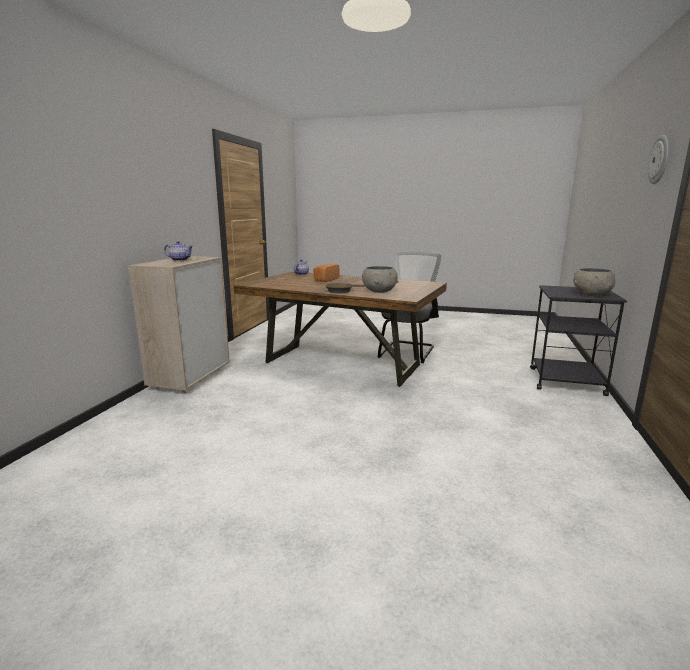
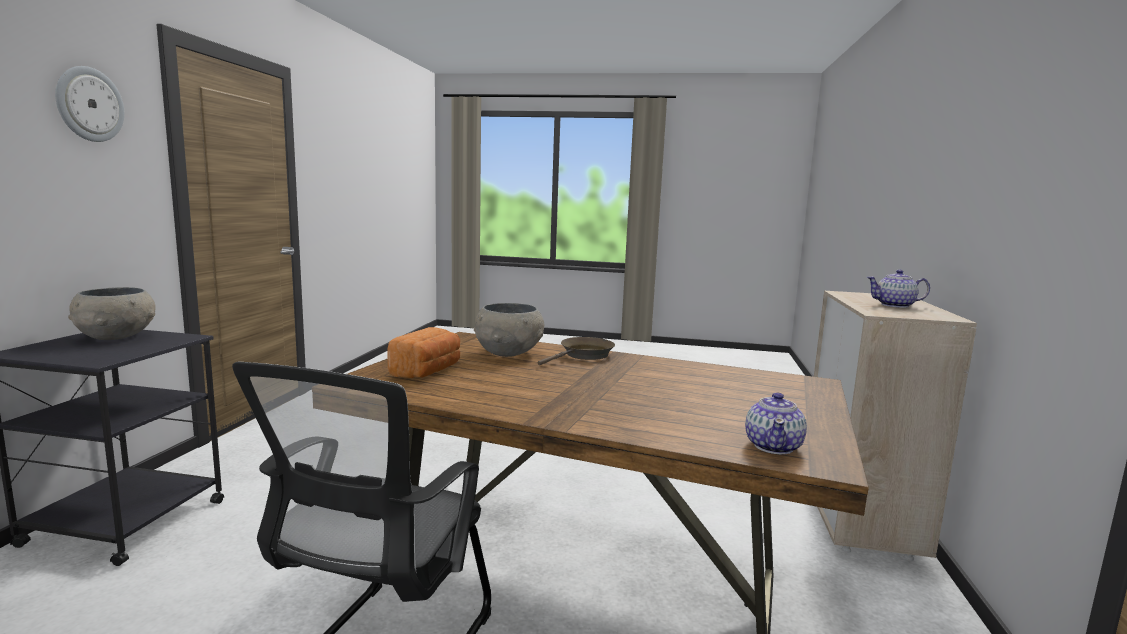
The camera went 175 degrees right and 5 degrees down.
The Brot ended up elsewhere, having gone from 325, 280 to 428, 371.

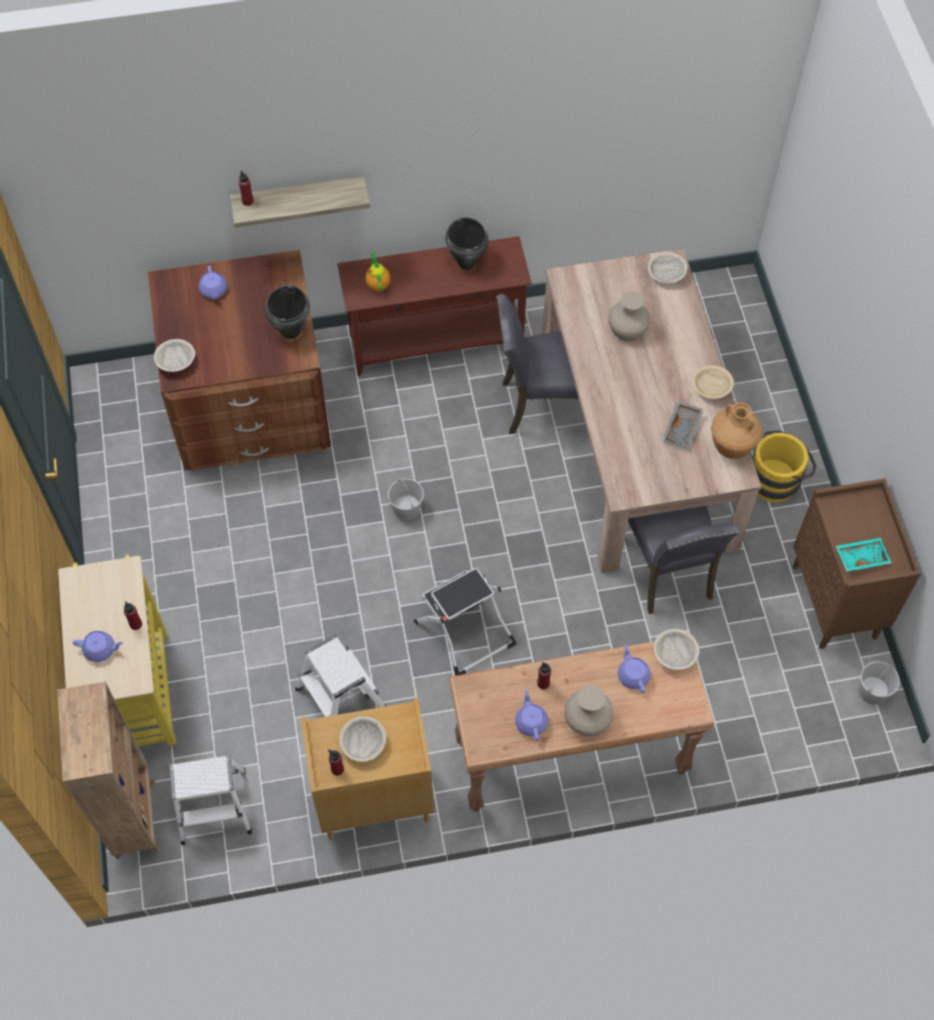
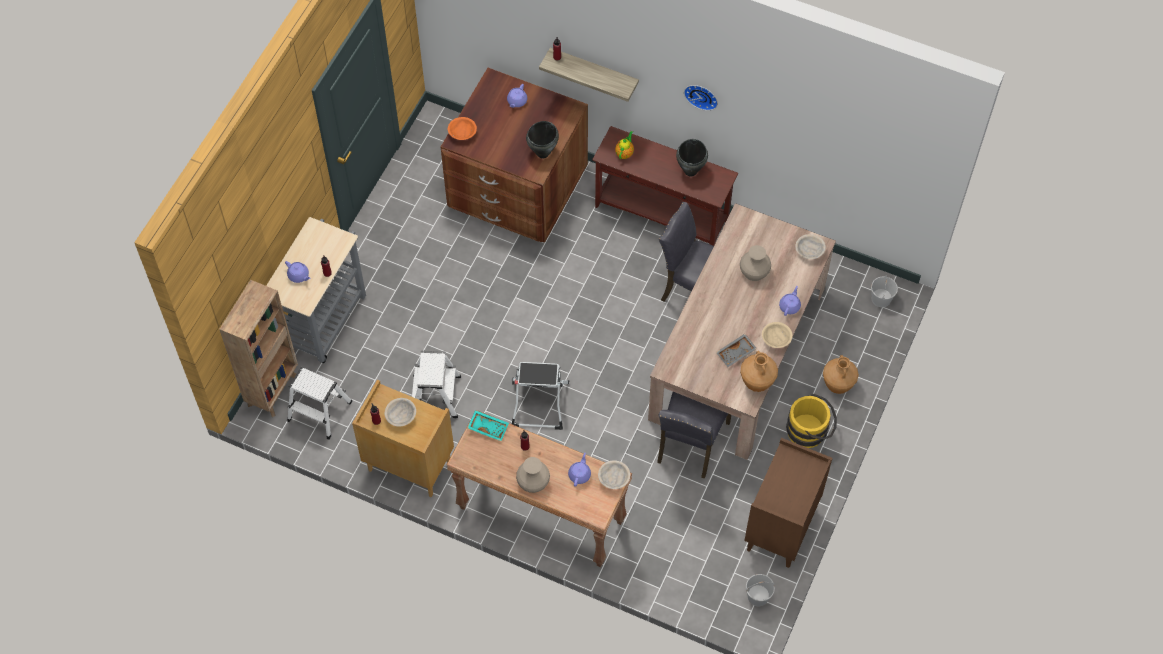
The camera went 35 degrees right and 0 degrees up.
What was the Schüssel/beige at 176, 362 turned into the Schüssel/orange at 462, 133.
The Eimer/weiß ended up elsewhere, having gone from 407, 509 to 881, 299.
The Tablett/türkis ended up elsewhere, having gone from 861, 557 to 488, 427.
What was the Rollwagen/gelb at 135, 692 turned into the Rollwagen/grau at 324, 320.
The Teekanne/lila ended up elsewhere, having gone from 531, 722 to 789, 306.
The second view gained the Wanduhr at 702, 95.
The second view gained the Vase/braun at 837, 385.

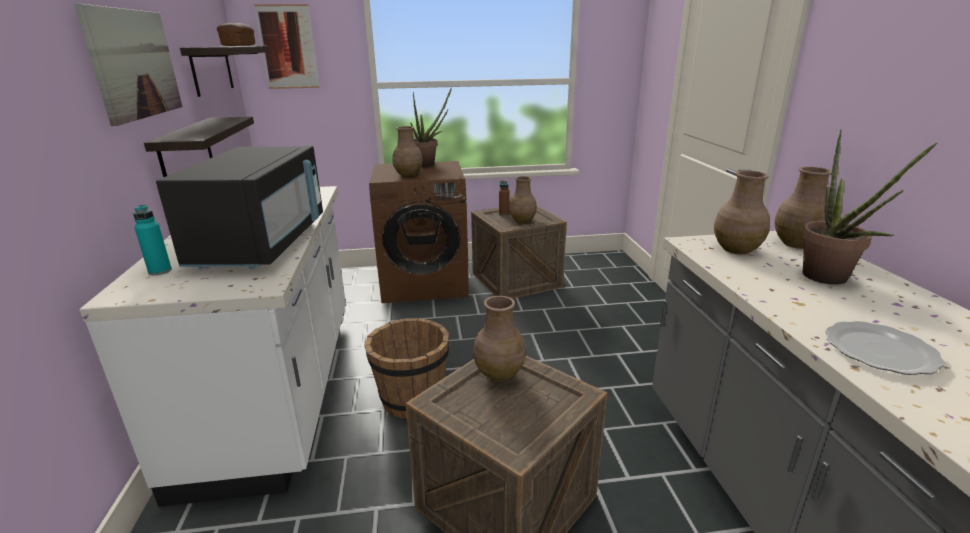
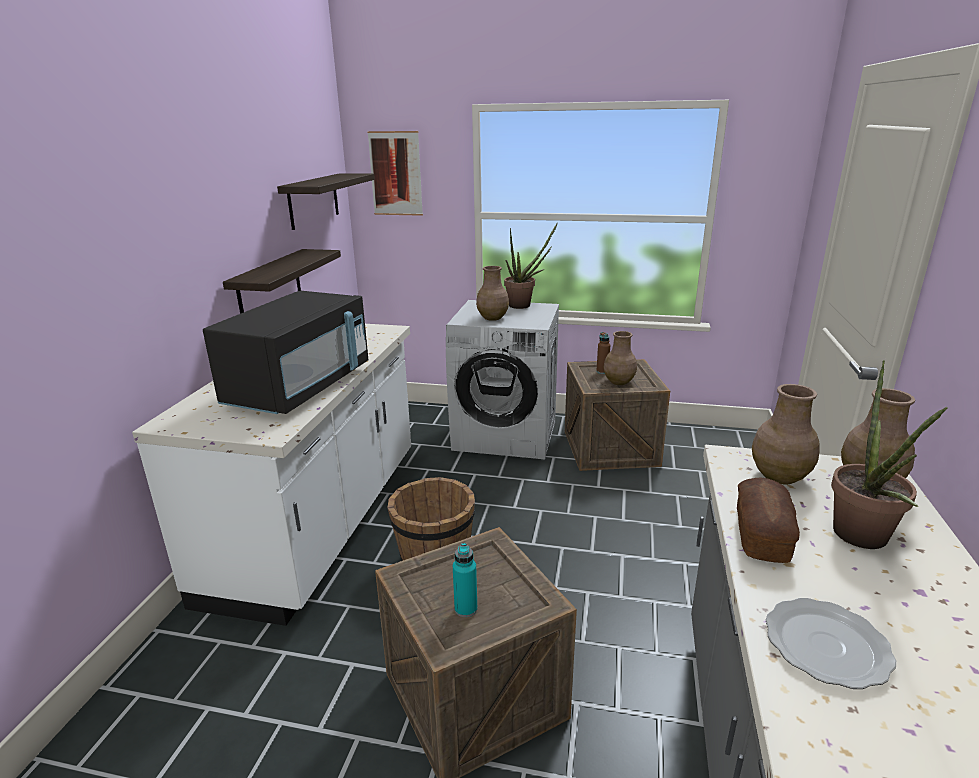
The camera went 20 degrees right and 0 degrees up.
The second view lost the Bild at 134, 64.
The Brot ended up elsewhere, having gone from 239, 46 to 761, 534.
What was the Waschmaschine/braun at 425, 286 turned into the Waschmaschine/weiß at 505, 438.
The Flasche/türkis ended up elsewhere, having gone from 160, 271 to 466, 609.
The second view lost the Vase/braun at 500, 373.

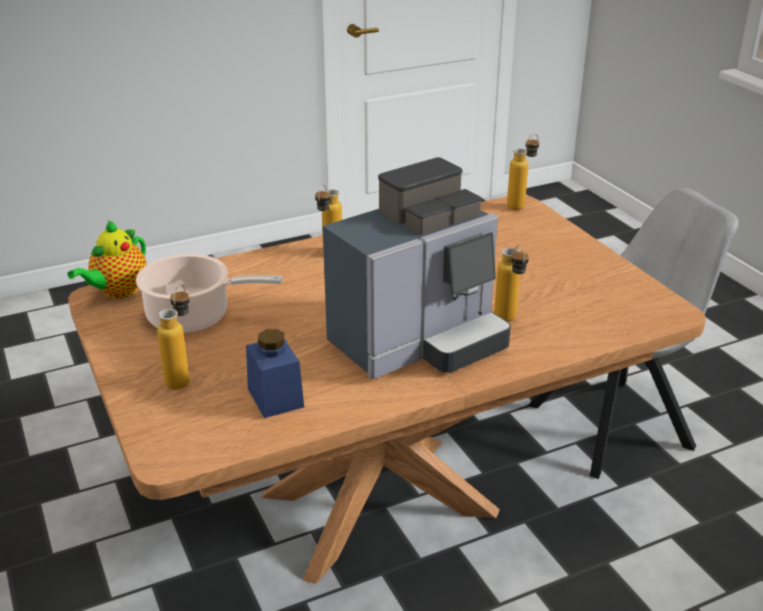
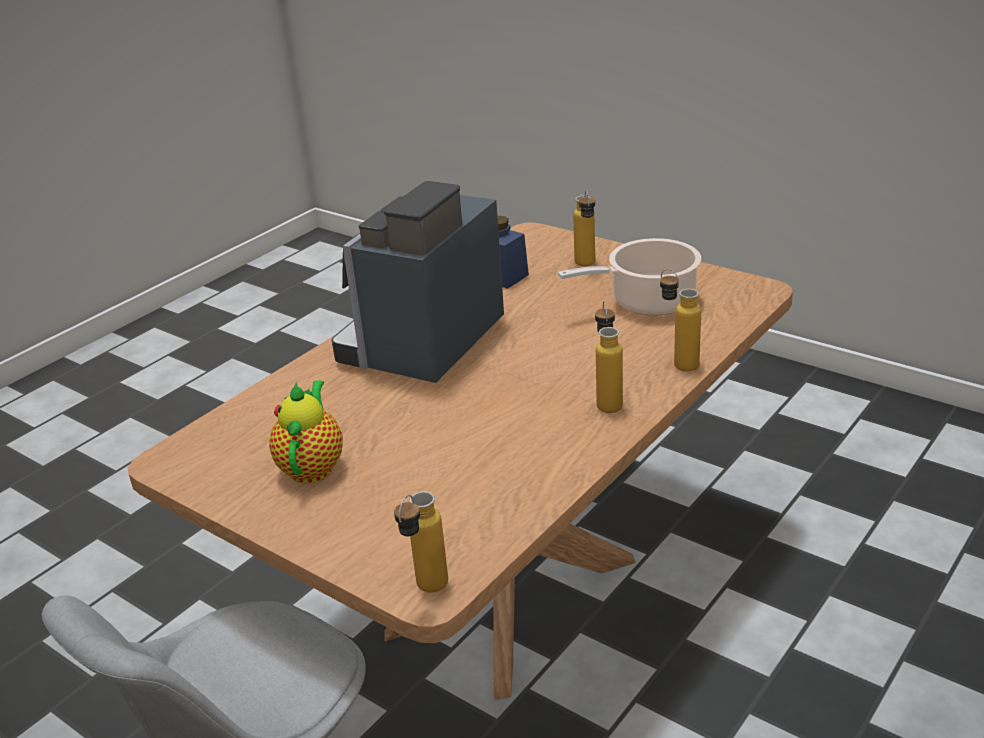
The camera went 155 degrees right and 0 degrees up.
The Teekanne ended up elsewhere, having gone from 118, 292 to 313, 466.
The Flasche ended up elsewhere, having gone from 509, 321 to 677, 362.

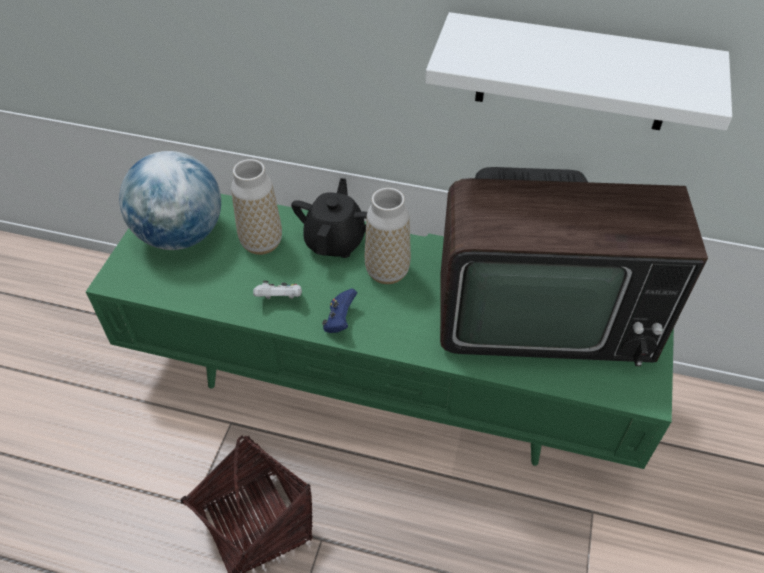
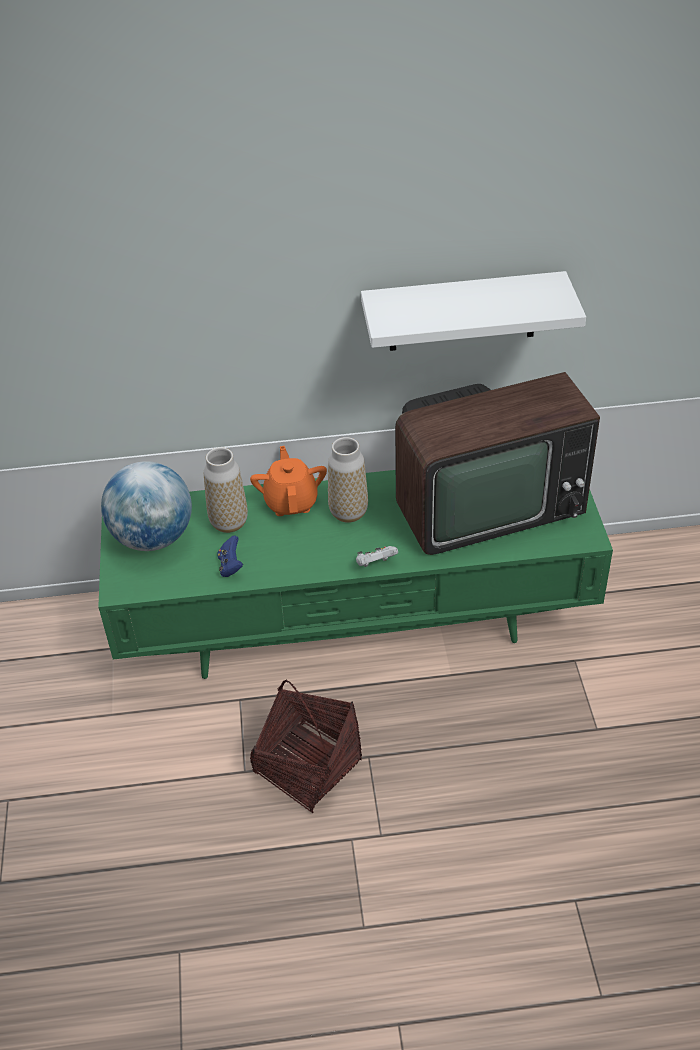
The camera went 20 degrees left and 5 degrees down.
What was the Teekanne/schwarz at 335, 241 turned into the Teekanne/orange at 291, 502.
The Gamepad/weiß ended up elsewhere, having gone from 280, 299 to 375, 564.
The Gamepad/blau ended up elsewhere, having gone from 339, 321 to 230, 566.

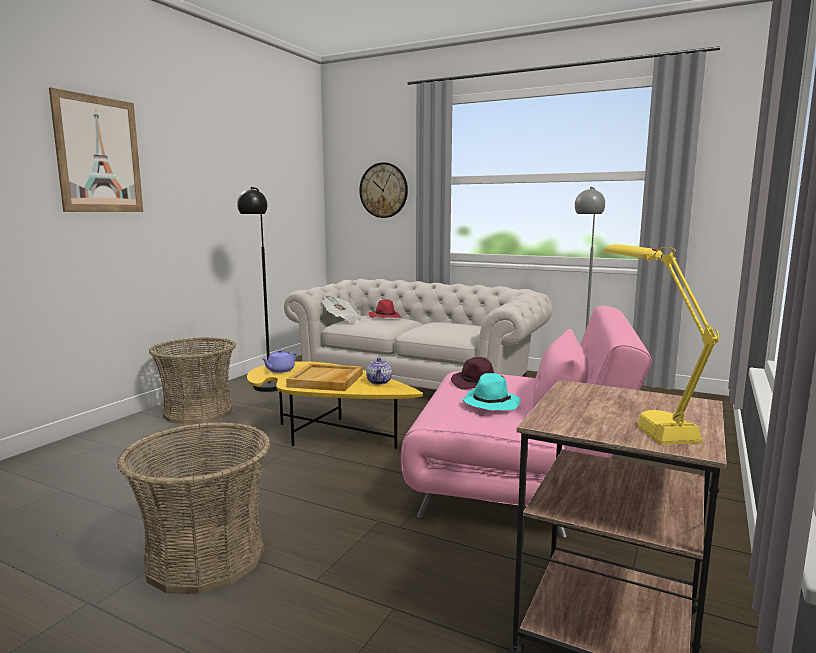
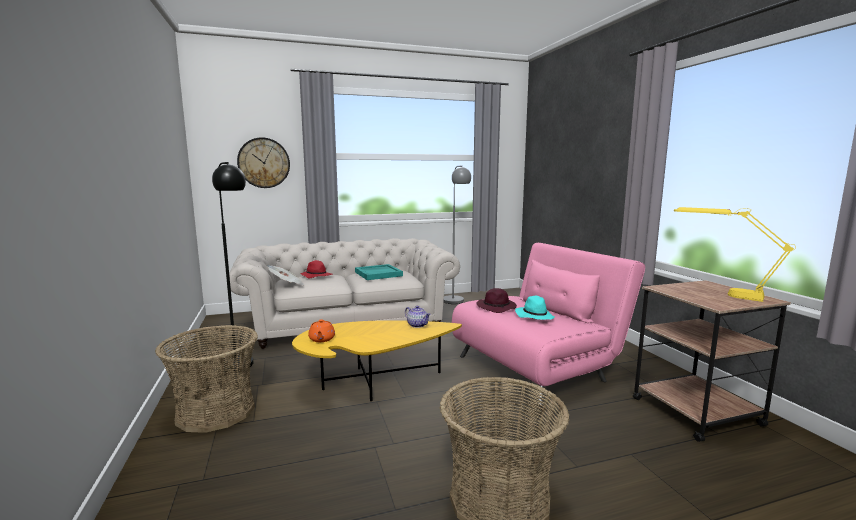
The camera went 45 degrees left and 0 degrees up.
The second view lost the Bild at 99, 155.
What was the Teekanne/lila at 280, 370 turned into the Teekanne/orange at 321, 339.
The second view lost the Tablett/beige at 326, 380.
The second view gained the Tablett/türkis at 378, 274.

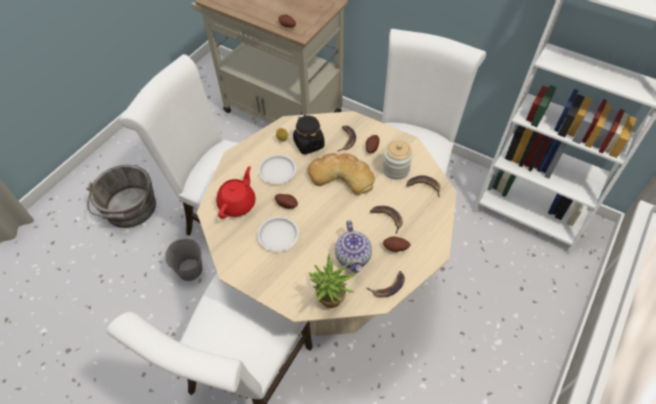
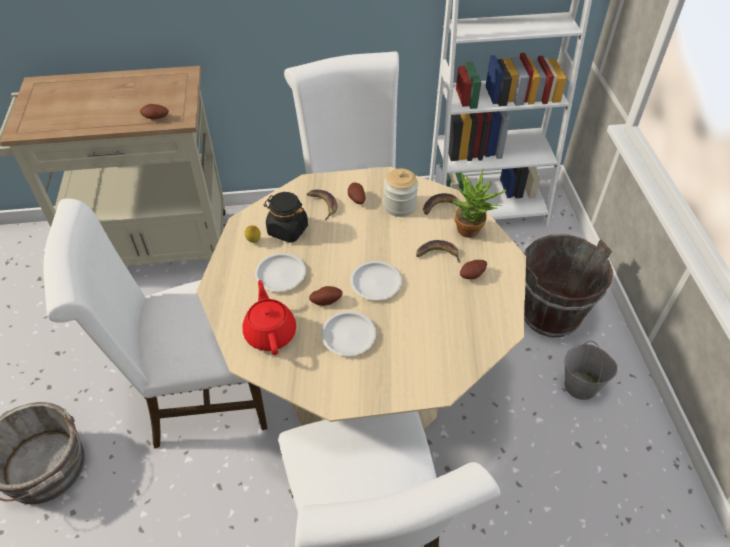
The camera went 40 degrees left and 5 degrees down.
The second view lost the Brot at 341, 176.
The second view lost the Teekanne at 353, 257.
The Eimer/grau ended up elsewhere, having gone from 190, 270 to 581, 386.
The Topfpflanze ended up elsewhere, having gone from 331, 303 to 472, 232.
The second view lost the Banane at 388, 286.
The second view gained the Eimer/braun at 550, 315.
The second view gained the Teller/weiß at 376, 283.

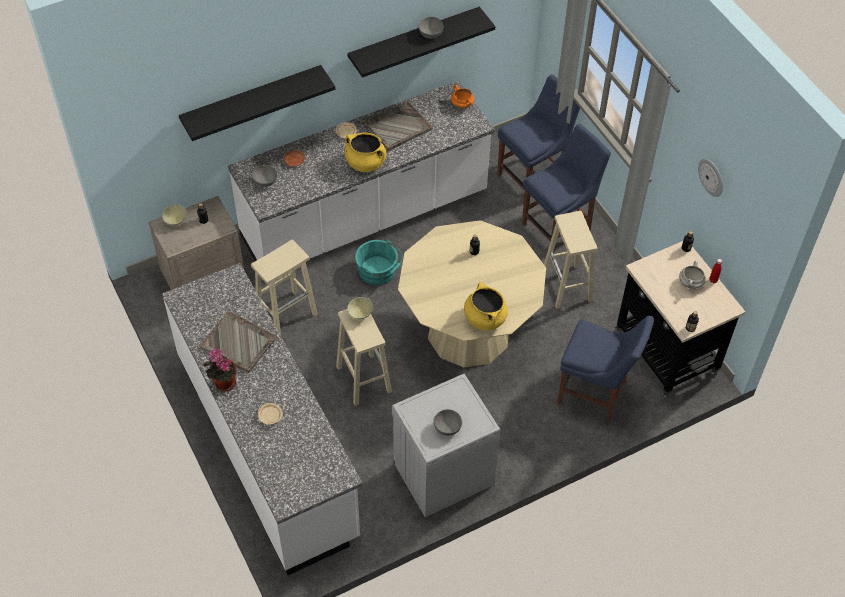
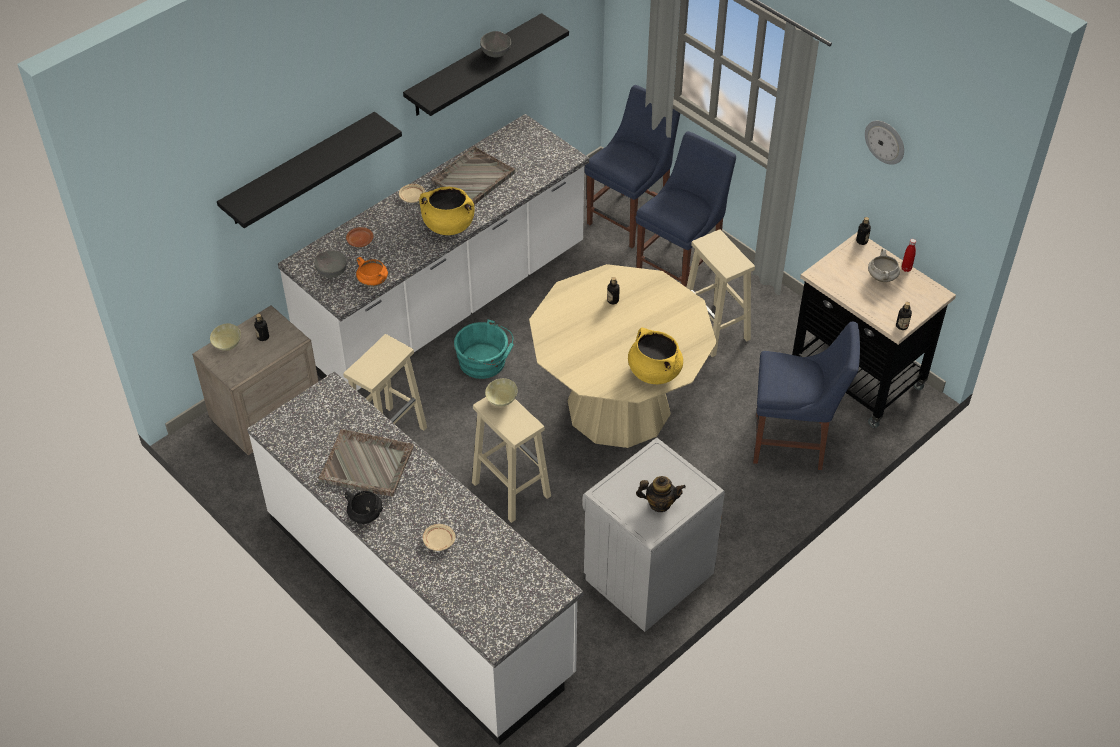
The camera went 15 degrees left and 5 degrees down.
The Kochtopf/orange ended up elsewhere, having gone from 462, 105 to 373, 281.
Where the Topfpflanze stood at 223, 383, the Kochtopf/schwarz came to stand at 365, 515.
Where the Schüssel/grau stood at 446, 427, the Teekanne came to stand at 659, 503.

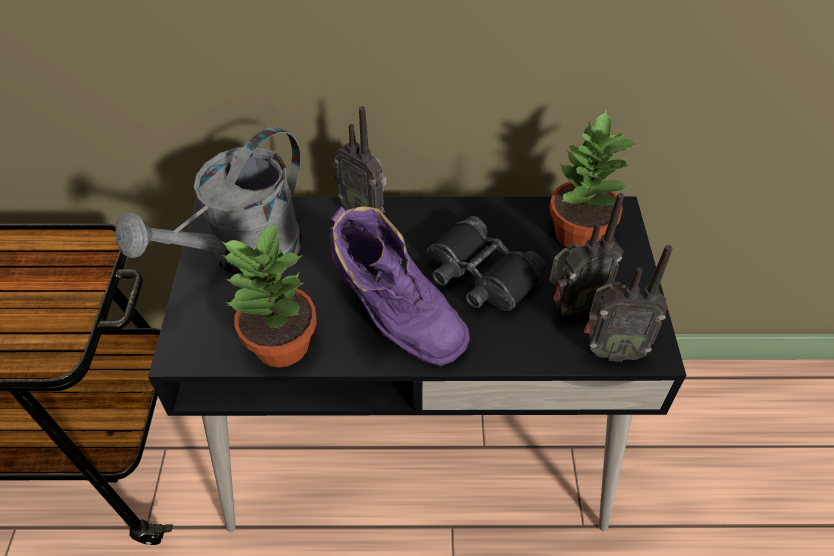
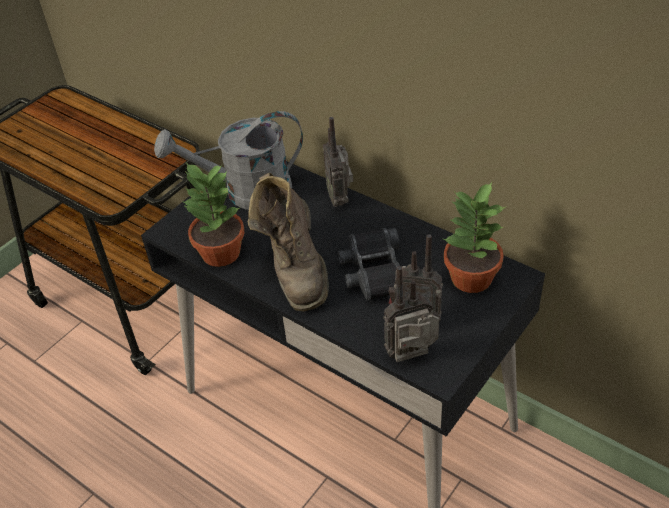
The camera went 40 degrees right and 5 degrees down.
What was the Stiefel/lila at 394, 319 turned into the Stiefel/braun at 296, 270.
The Radio at 610, 349 ended up facing another way, 120 degrees clockwise from before.

